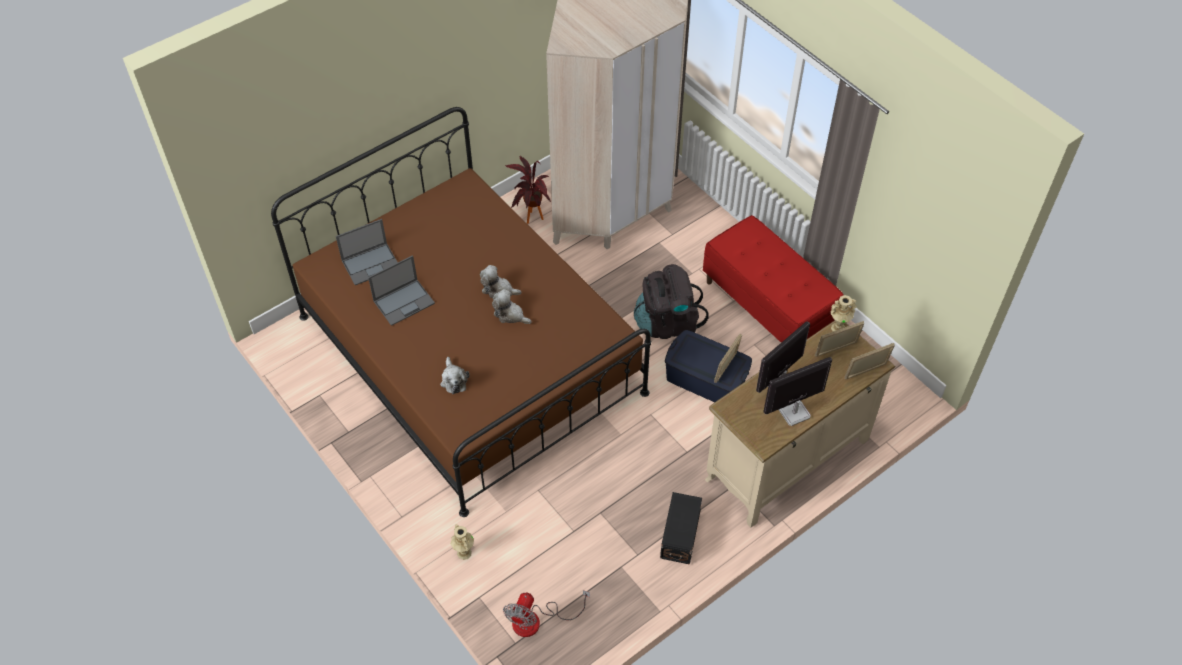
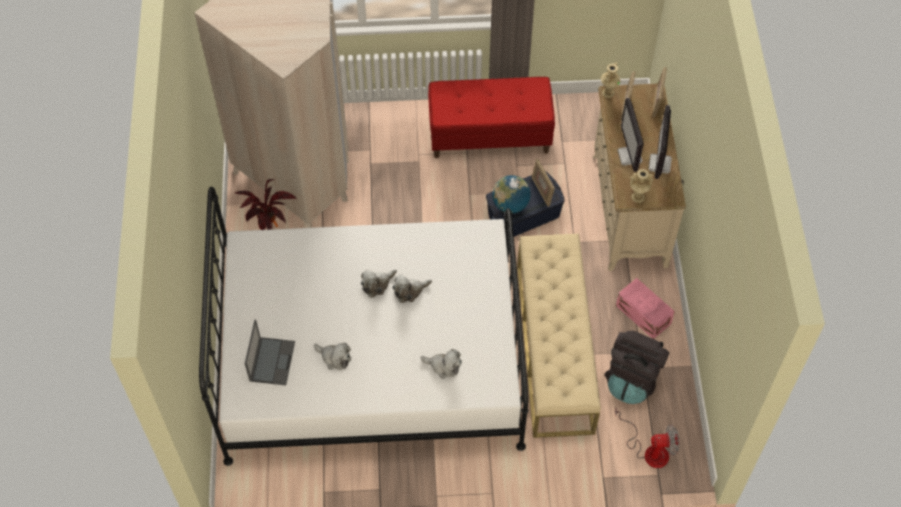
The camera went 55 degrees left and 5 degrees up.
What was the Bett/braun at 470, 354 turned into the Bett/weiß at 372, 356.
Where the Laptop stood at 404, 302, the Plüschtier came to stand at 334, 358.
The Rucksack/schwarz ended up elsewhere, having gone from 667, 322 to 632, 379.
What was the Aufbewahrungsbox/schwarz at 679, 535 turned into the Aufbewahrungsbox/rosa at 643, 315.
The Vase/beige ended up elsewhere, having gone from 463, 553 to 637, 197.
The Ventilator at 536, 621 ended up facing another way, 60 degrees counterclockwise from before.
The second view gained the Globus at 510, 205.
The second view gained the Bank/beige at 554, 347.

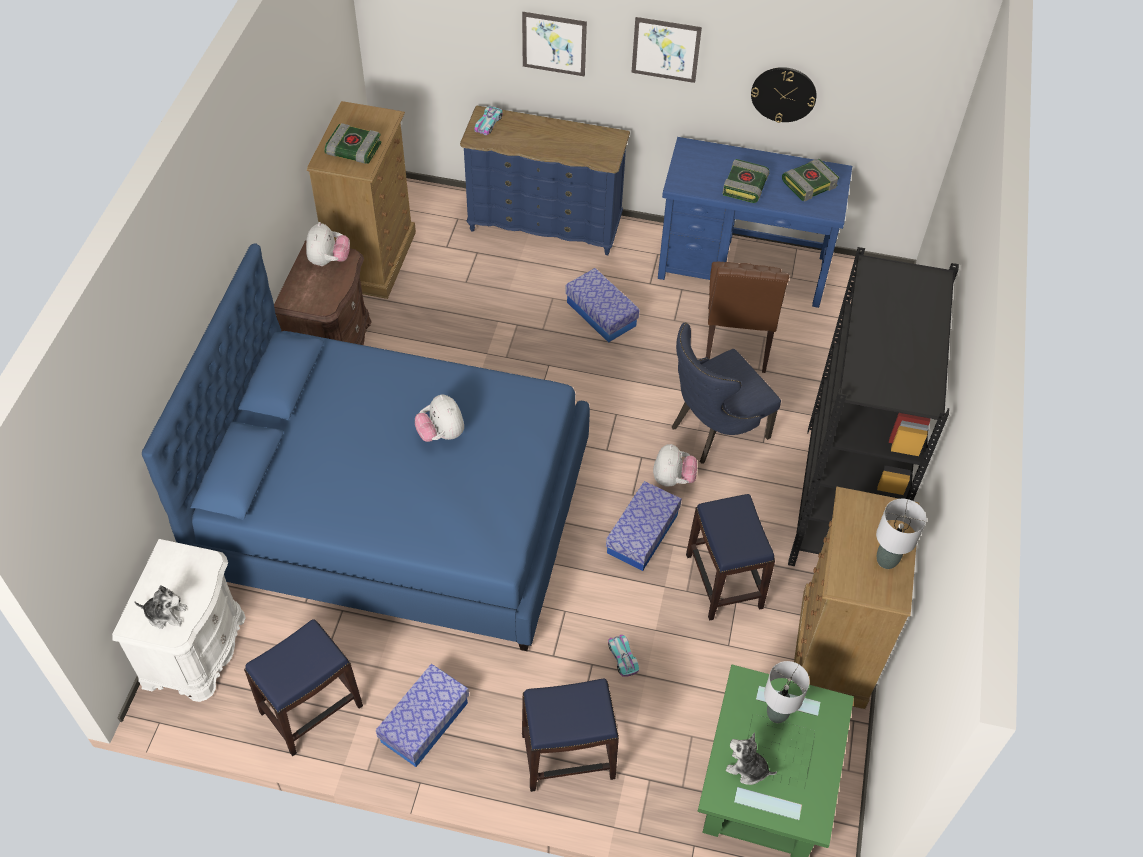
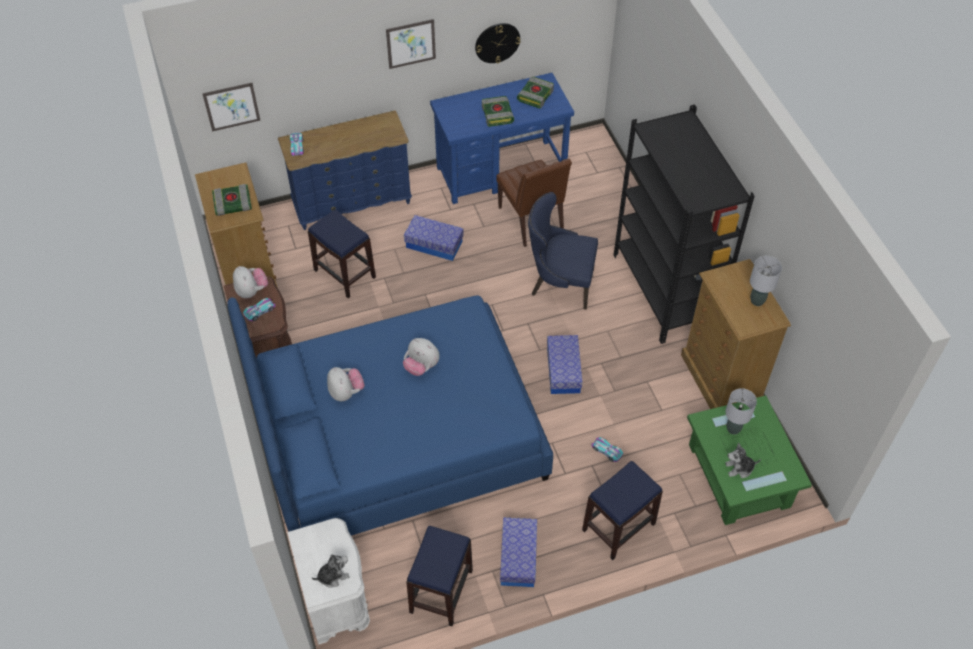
The camera went 30 degrees left and 0 degrees up.
The Bild ended up elsewhere, having gone from 554, 44 to 231, 106.
The Stuhl/blau at 714, 430 ended up facing another way, 75 degrees clockwise from before.
The Plüschtier ended up elsewhere, having gone from 673, 479 to 346, 392.
The Hocker ended up elsewhere, having gone from 723, 581 to 344, 274.
The second view gained the Spielzeugauto at 259, 311.

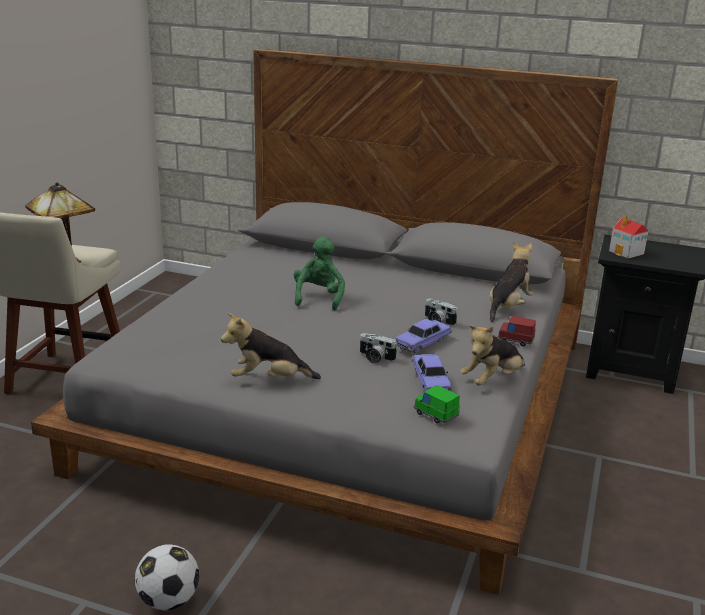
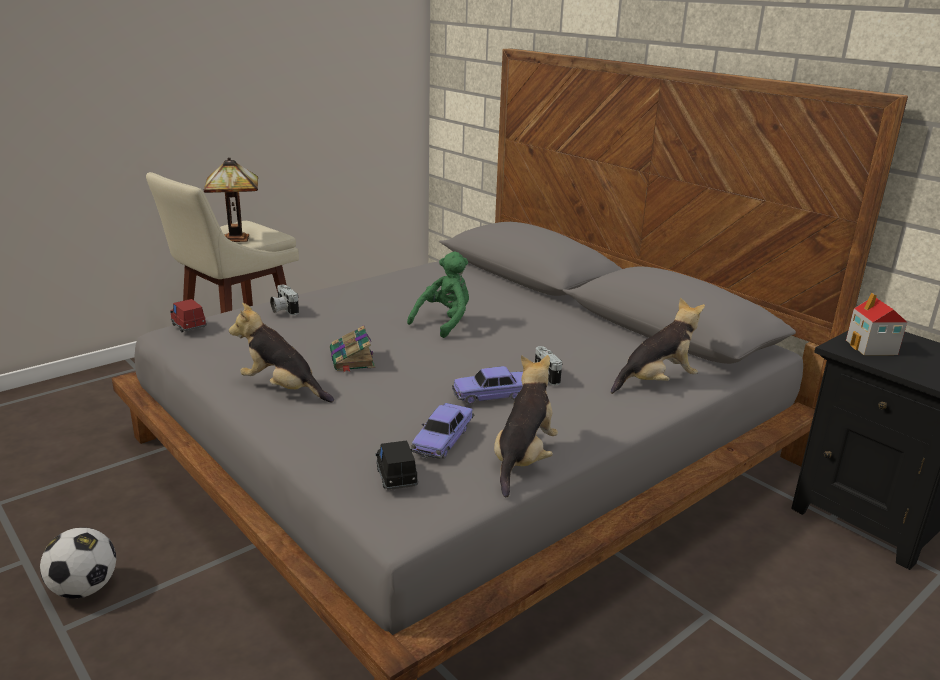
The camera went 30 degrees right and 0 degrees up.
The Spielzeugauto/rot ended up elsewhere, having gone from 515, 340 to 189, 326.
The Plüschtier at 492, 380 ended up facing another way, 120 degrees clockwise from before.
The Kamera ended up elsewhere, having gone from 375, 358 to 283, 309.
What was the Spielzeugauto/grün at 436, 414 turned into the Spielzeugauto/schwarz at 396, 477.
The second view gained the Buch at 352, 360.

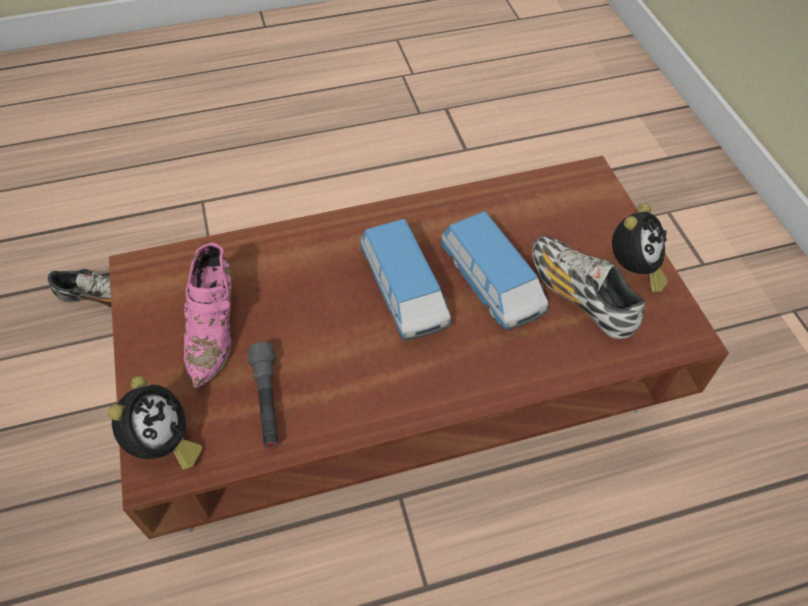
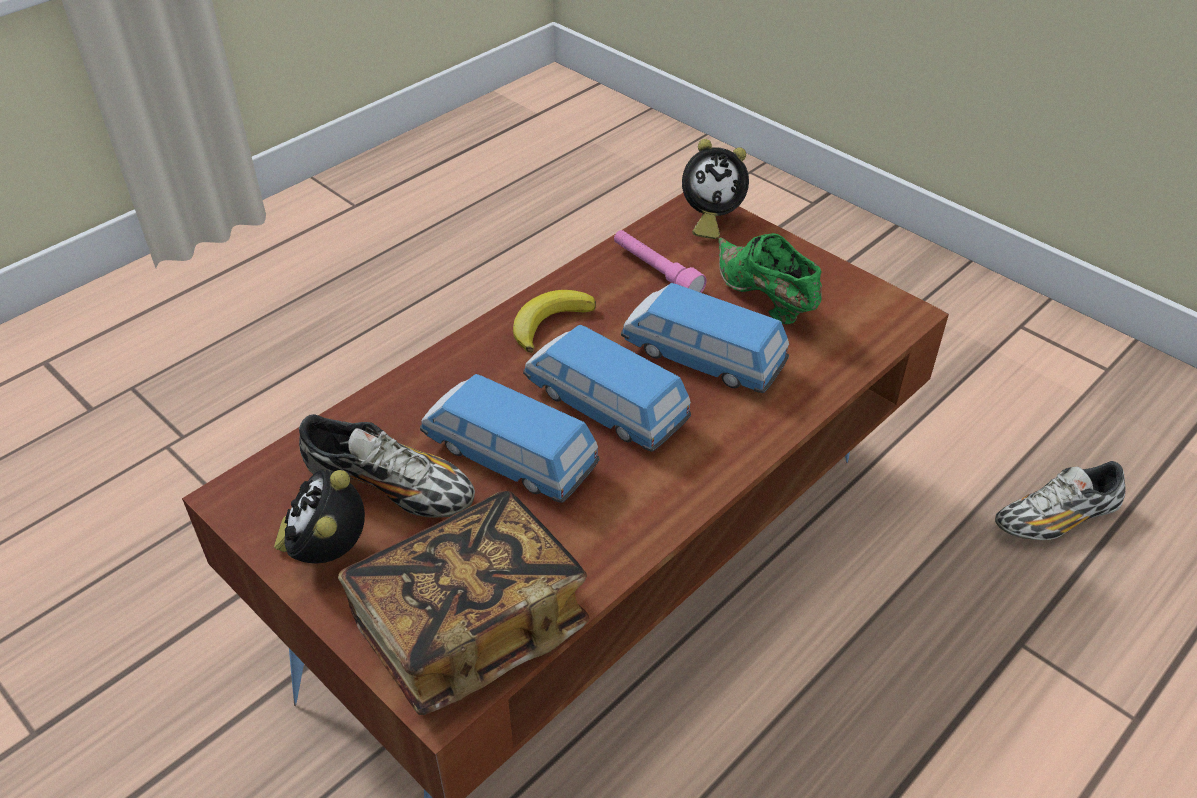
The camera went 150 degrees right and 10 degrees down.
What was the Schuh/rosa at 215, 328 turned into the Schuh/grün at 764, 300.
What was the Taschenlampe/grau at 267, 401 turned into the Taschenlampe/rosa at 656, 272.
The Wecker at 164, 445 ended up facing another way, 75 degrees counterclockwise from before.
The second view gained the Spielzeugauto at 702, 357.
The second view gained the Banane at 549, 323.
The second view gained the Buch at 468, 625.

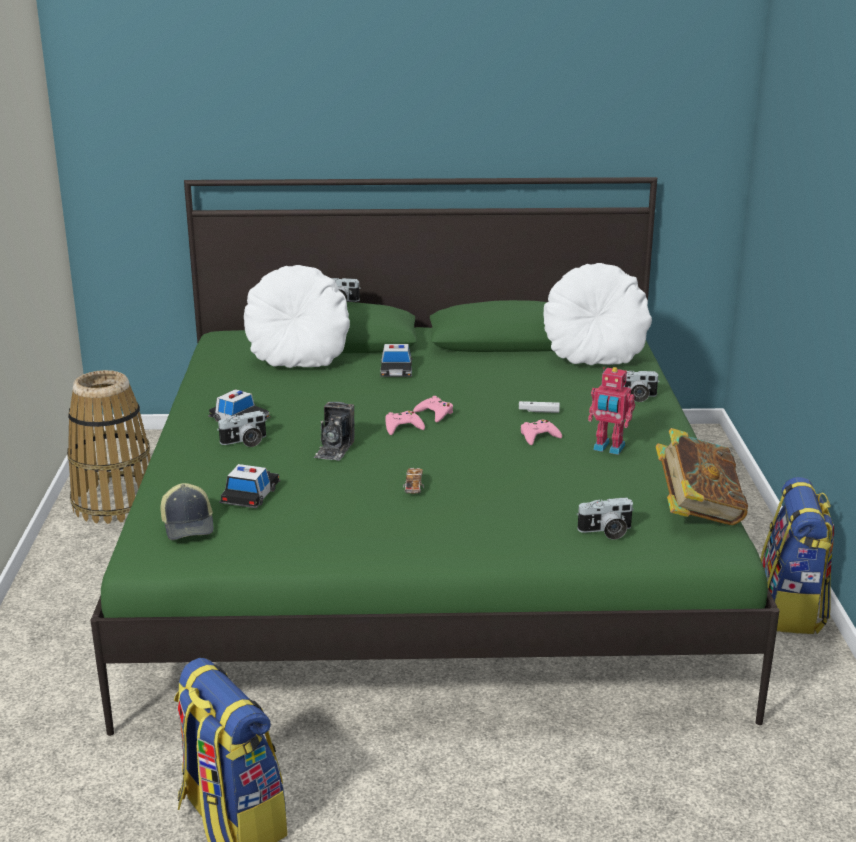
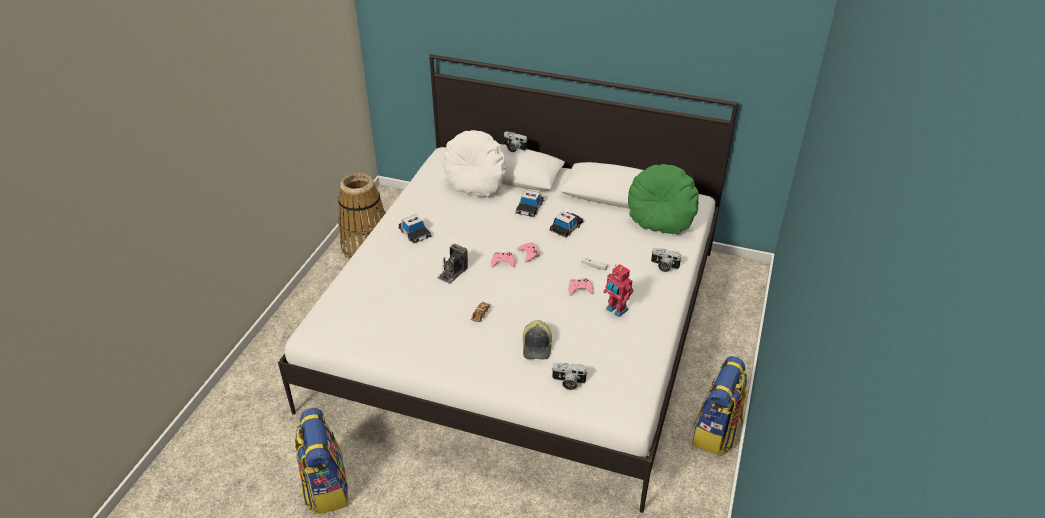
The camera went 20 degrees right and 15 degrees up.
What was the Bett/grün at 428, 548 turned into the Bett/weiß at 523, 325.
What was the Kissen/weiß at 594, 360 turned into the Kissen/grün at 660, 225.
The second view lost the Kamera at 245, 442.
The second view lost the Buch at 697, 511.
The Spielzeugauto ended up elsewhere, having gone from 250, 494 to 566, 227.
The Kappe ended up elsewhere, having gone from 189, 525 to 537, 346.

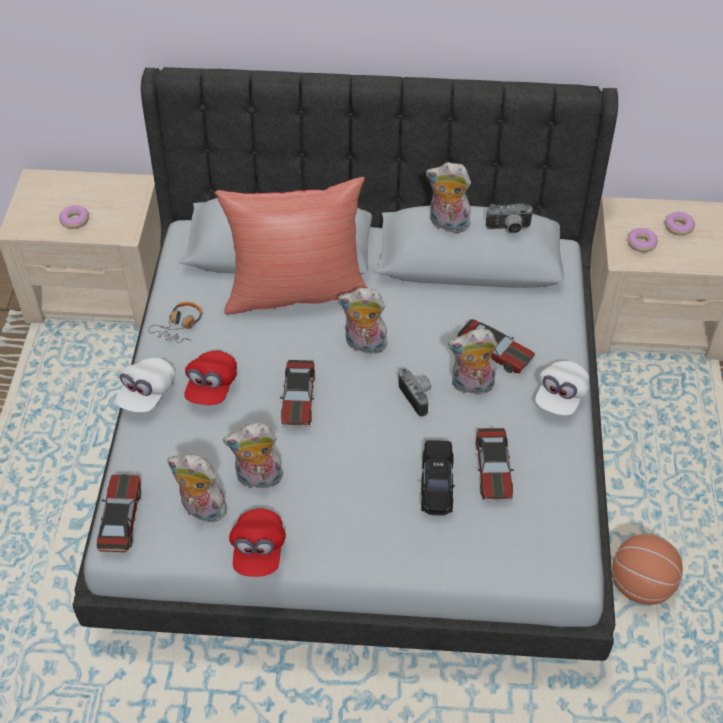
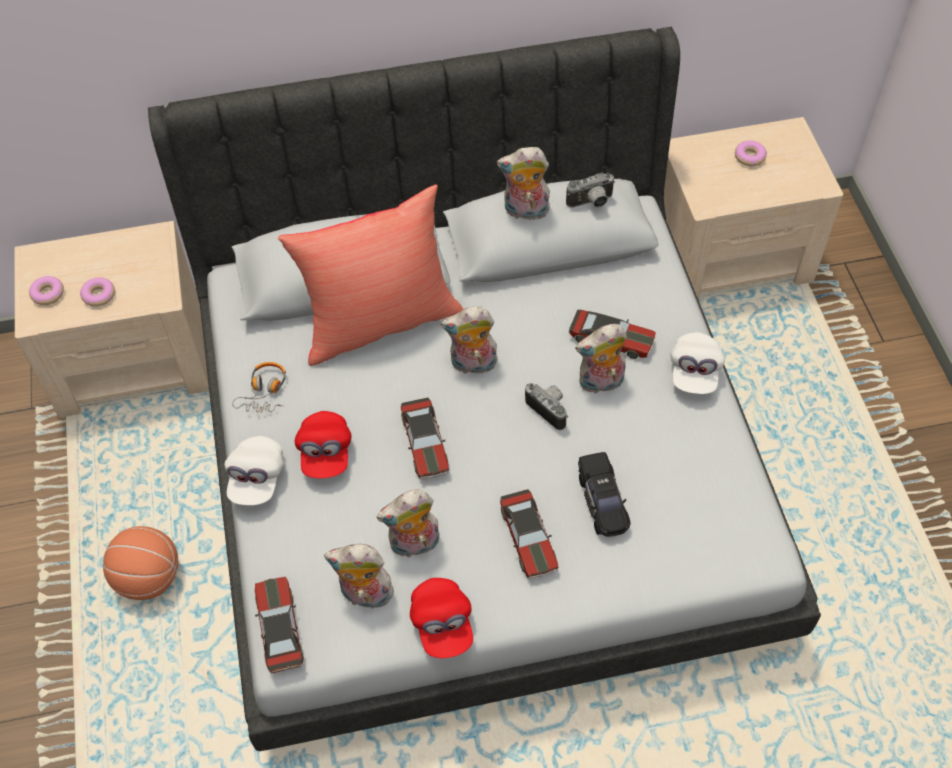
The camera went 15 degrees left and 5 degrees up.
The Donut ended up elsewhere, having gone from 641, 243 to 48, 293.
The Spielzeugauto ended up elsewhere, having gone from 493, 470 to 528, 539.
The Basketball ended up elsewhere, having gone from 640, 585 to 148, 578.

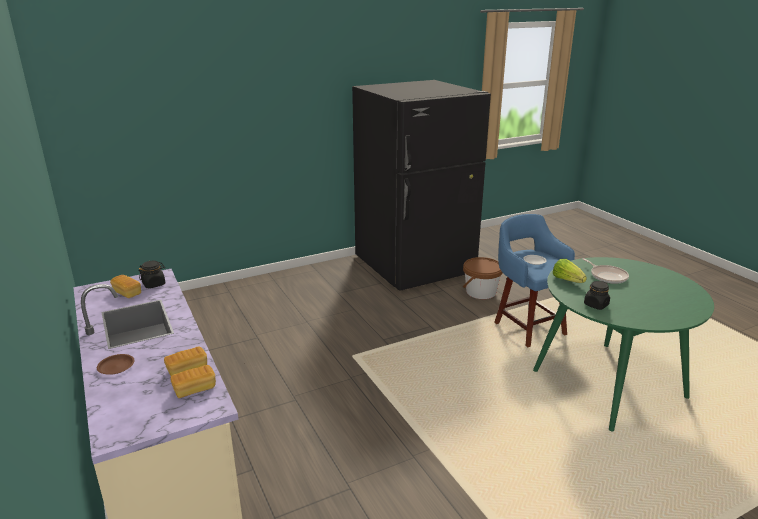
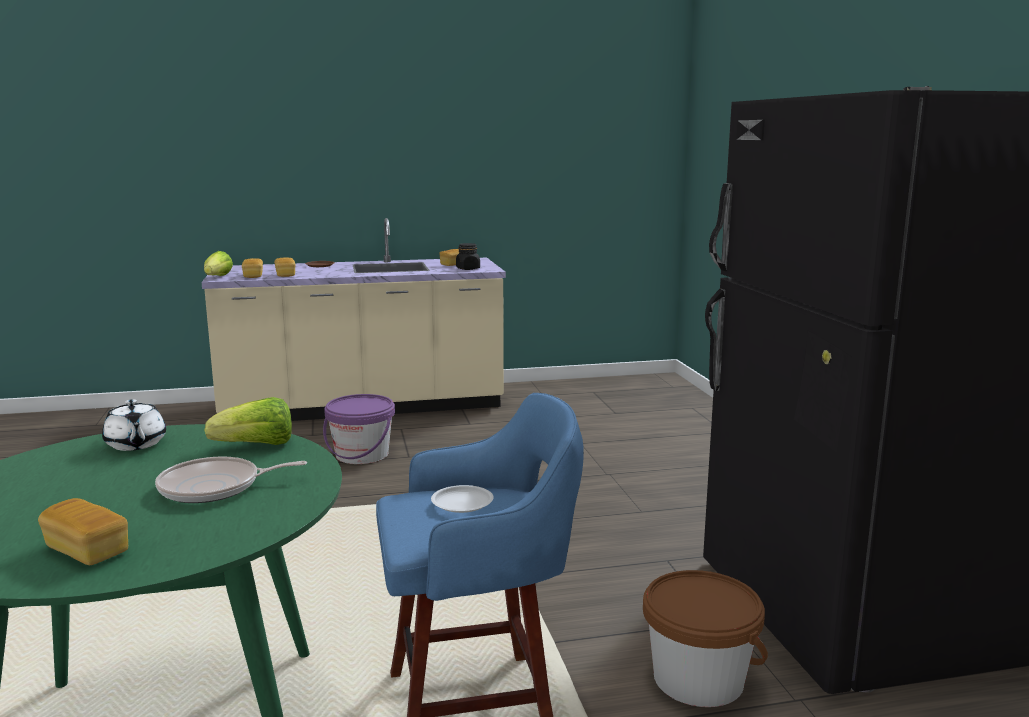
The camera went 105 degrees right and 10 degrees down.
Where the Vorratsglas/schwarz stood at 596, 305, the Teekanne/weiß came to stand at 135, 444.
The second view gained the Salatkopf at 218, 277.
The second view gained the Eimer/lila at 362, 454.
The second view gained the Brot at 87, 550.

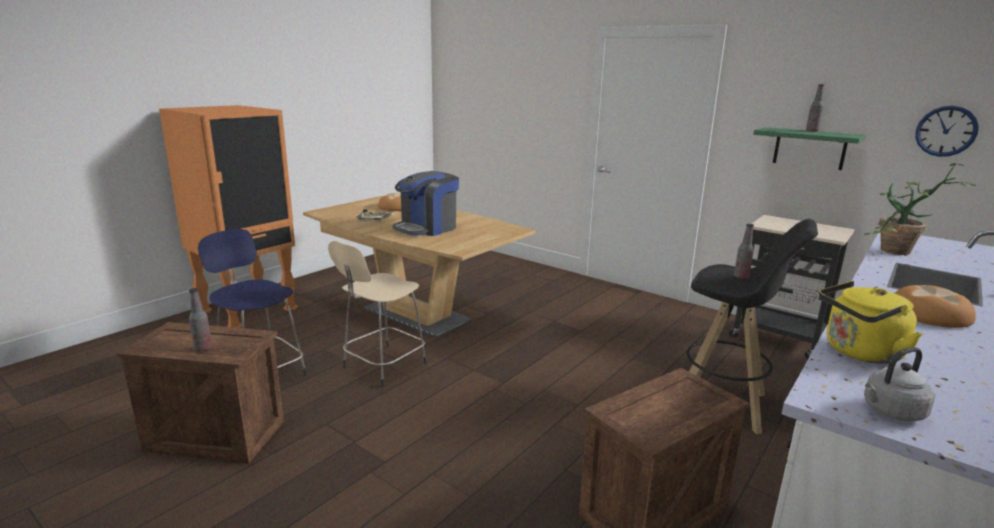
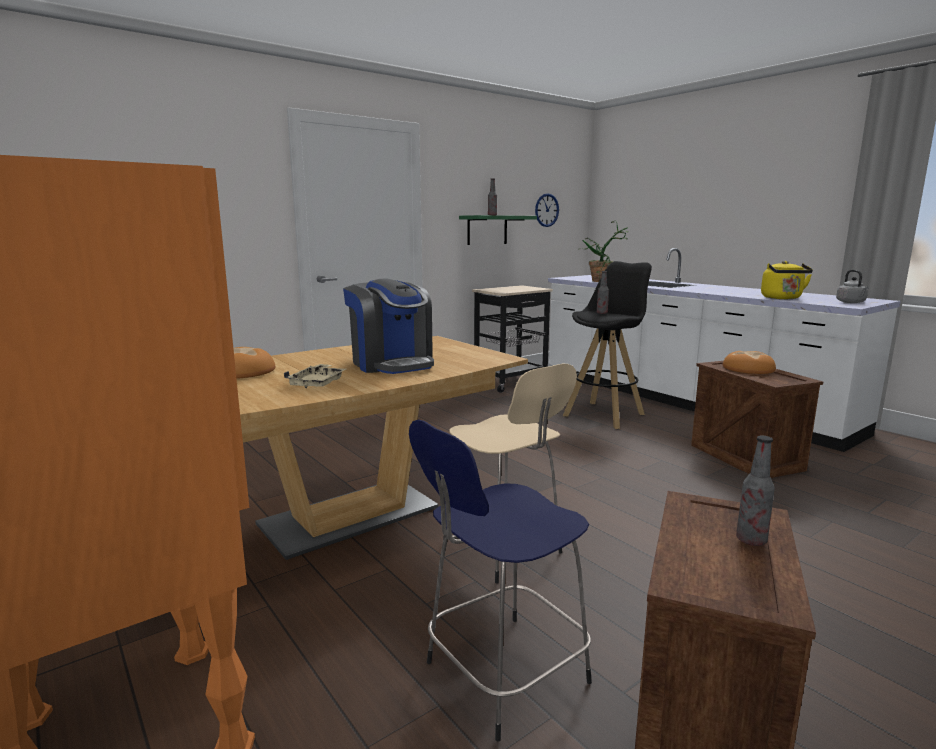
The camera went 75 degrees left and 5 degrees down.
The Brot ended up elsewhere, having gone from 928, 313 to 747, 369.

